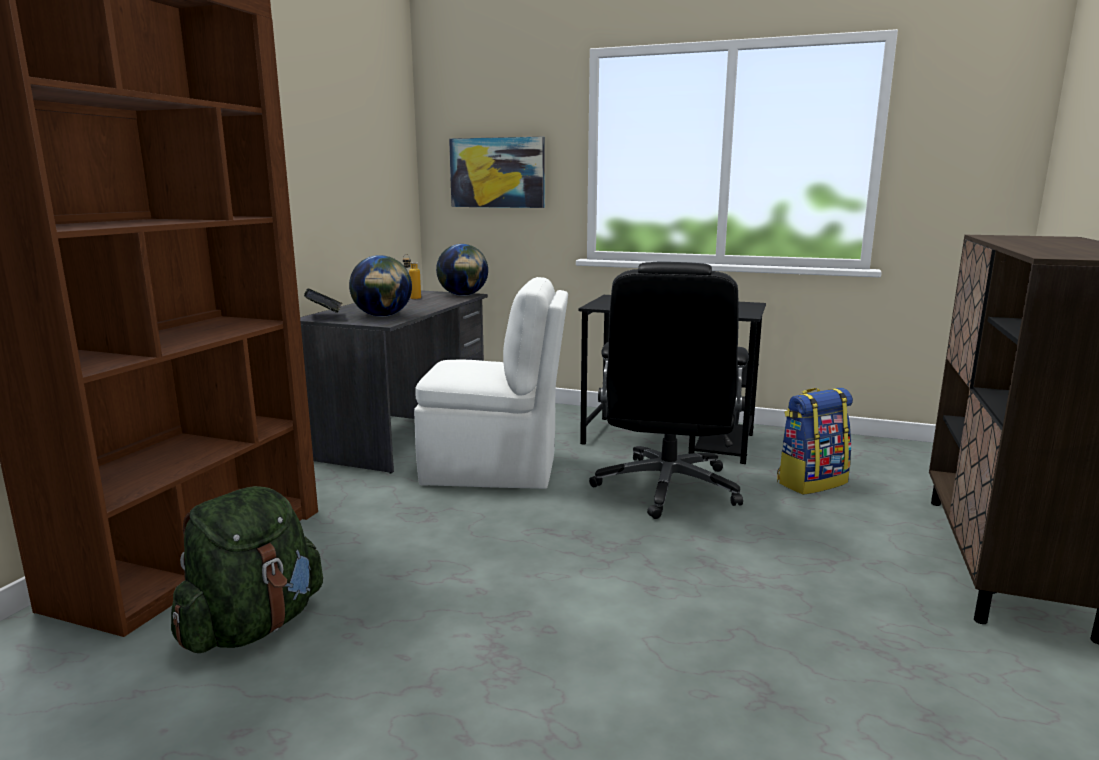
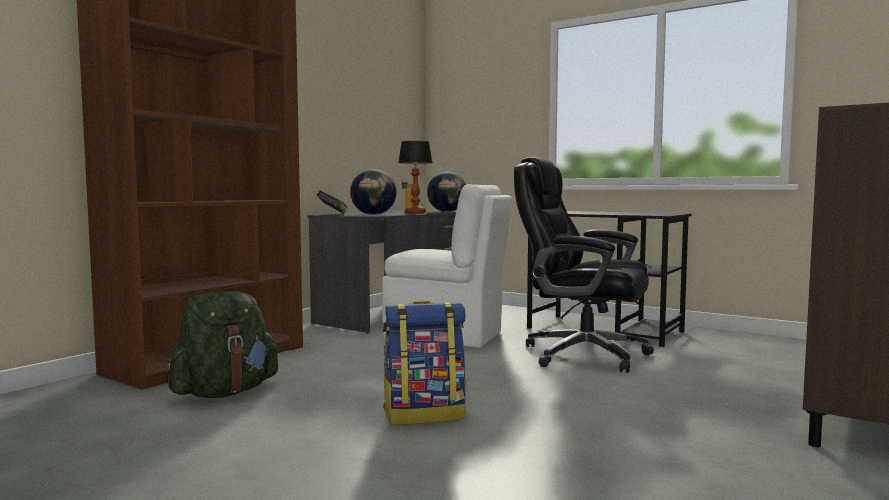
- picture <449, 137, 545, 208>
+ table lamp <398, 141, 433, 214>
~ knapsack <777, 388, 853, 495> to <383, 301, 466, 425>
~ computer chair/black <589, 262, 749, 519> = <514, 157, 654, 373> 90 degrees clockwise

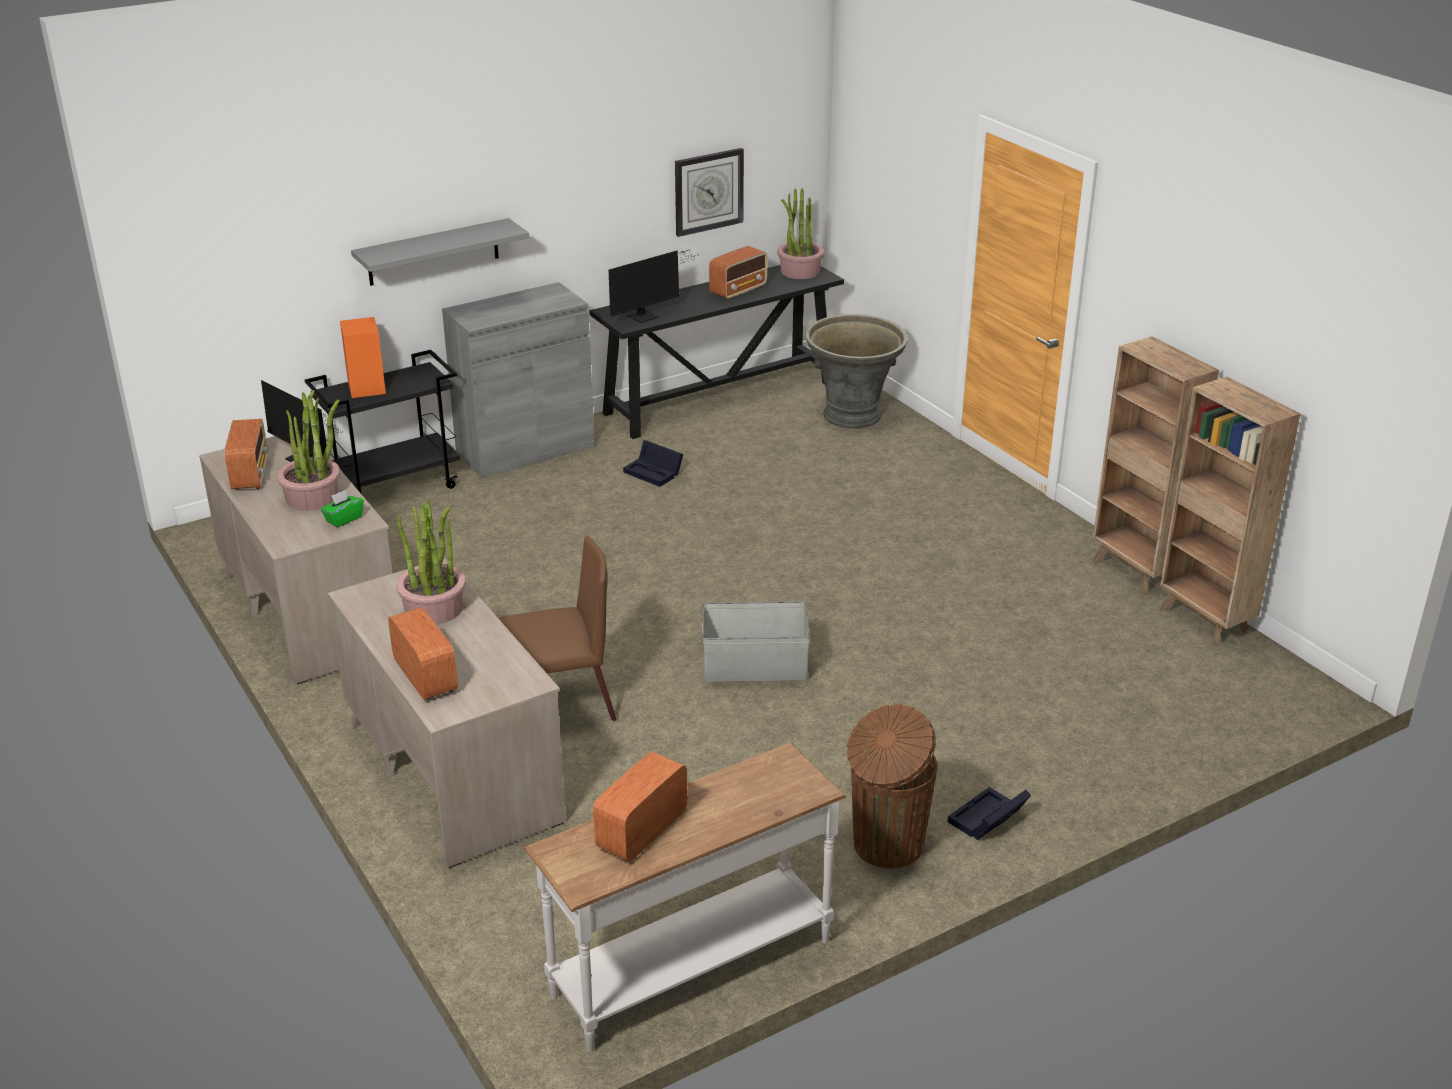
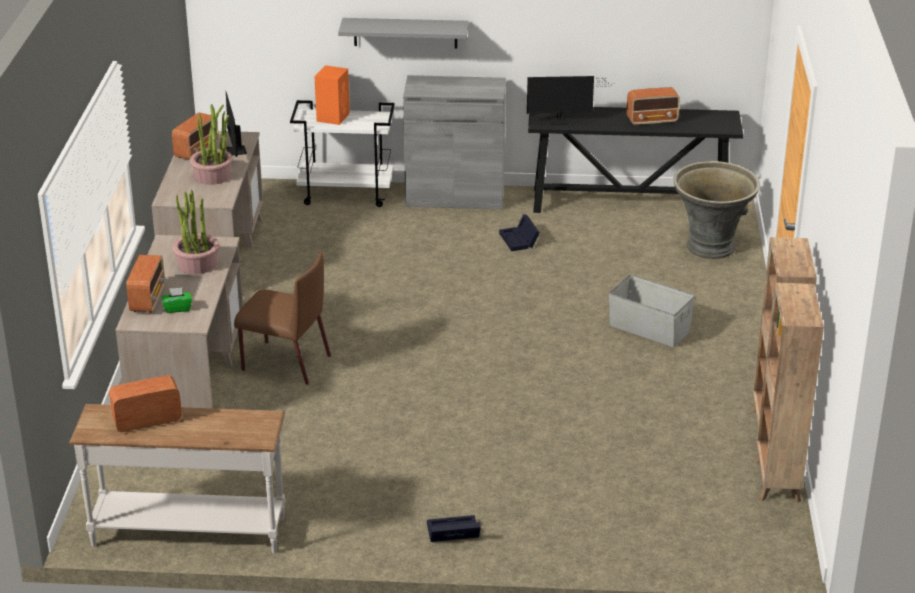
- hanging clock <675, 148, 744, 237>
- houseplant <777, 188, 825, 279>
- rubbish bin/brown <847, 704, 938, 869>
~ box of tissues/green-coloured <321, 490, 364, 527> to <162, 288, 192, 313>
~ storage bin/grey <702, 601, 810, 682> to <609, 274, 695, 347>
~ trolley/black <305, 350, 461, 493> to trolley/whitish <290, 100, 395, 207>

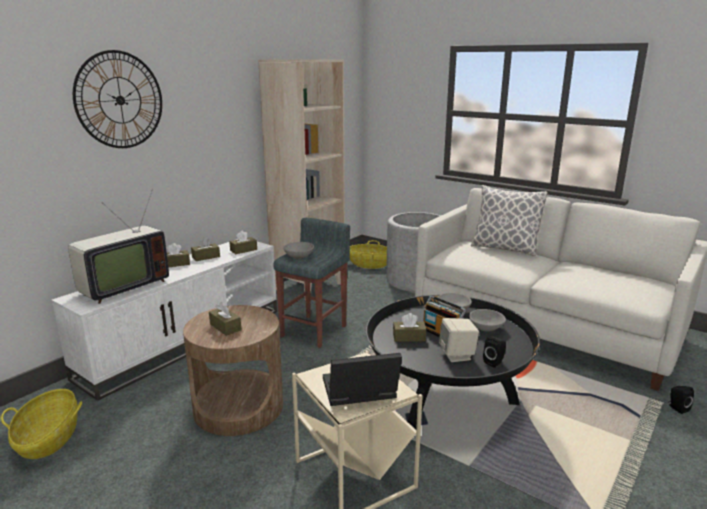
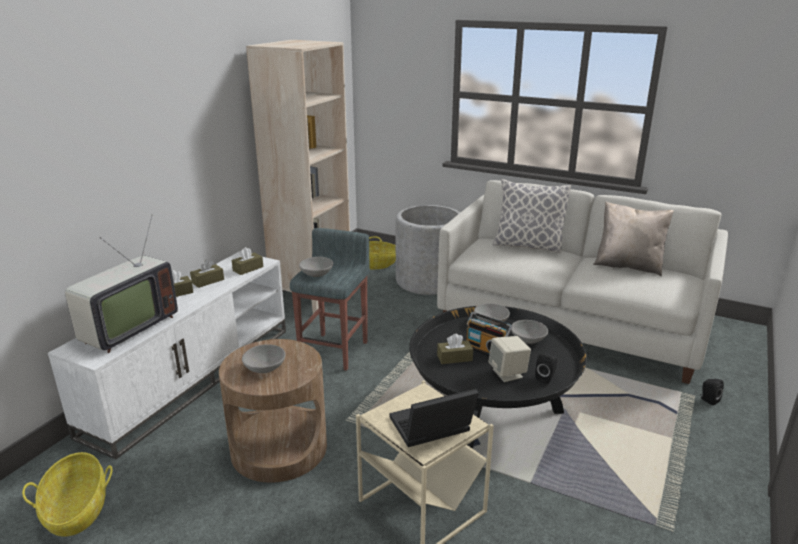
- hanging clock <73, 50, 162, 148>
+ throw pillow/beige-coloured <593, 202, 674, 276>
~ box of tissues/brown <209, 302, 242, 336> to bowl/grey <242, 344, 286, 373>

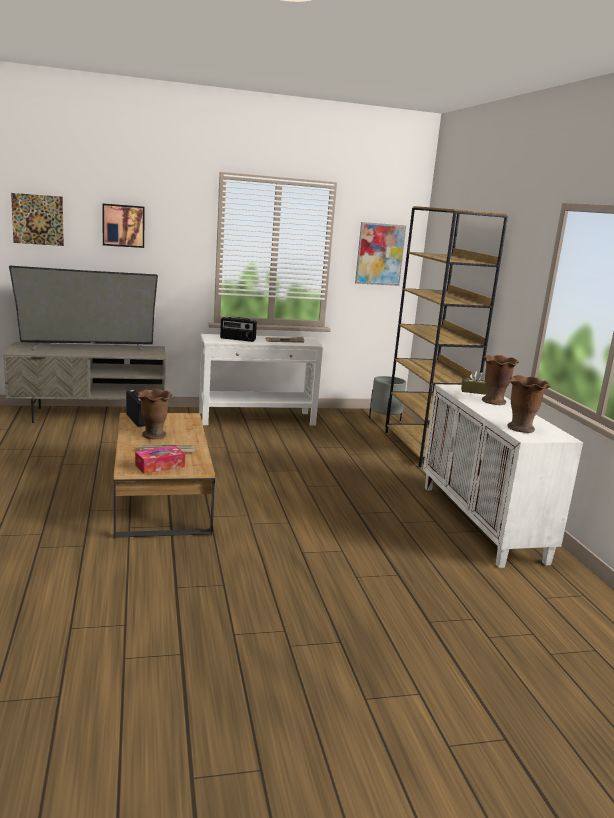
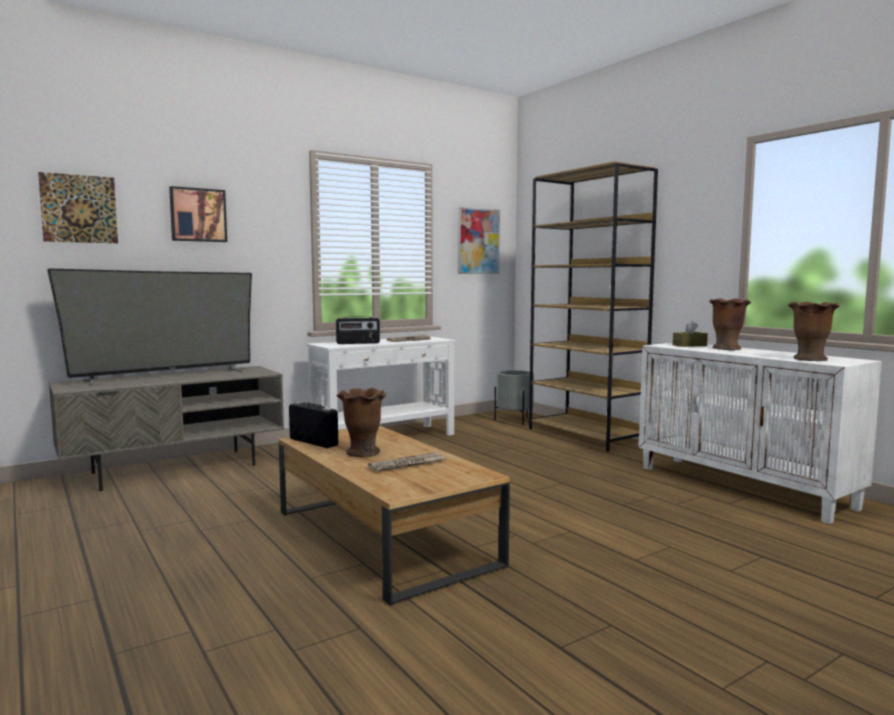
- box of tissues <135, 446, 185, 474>

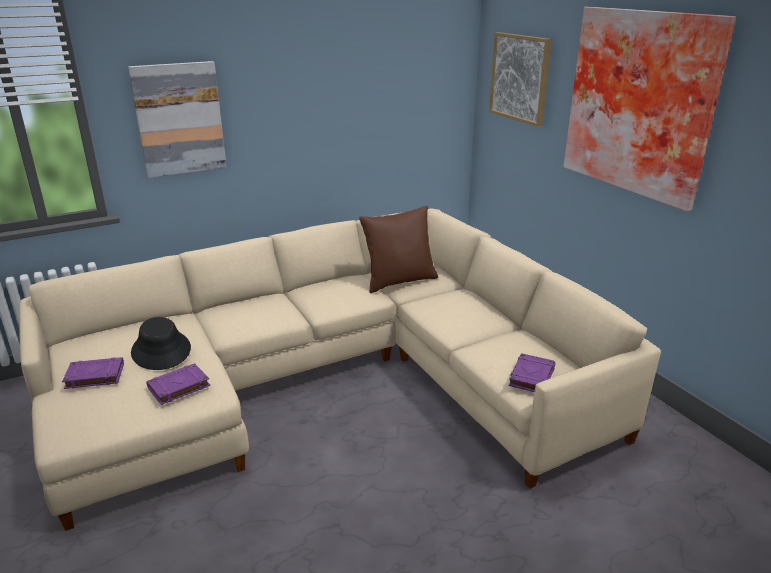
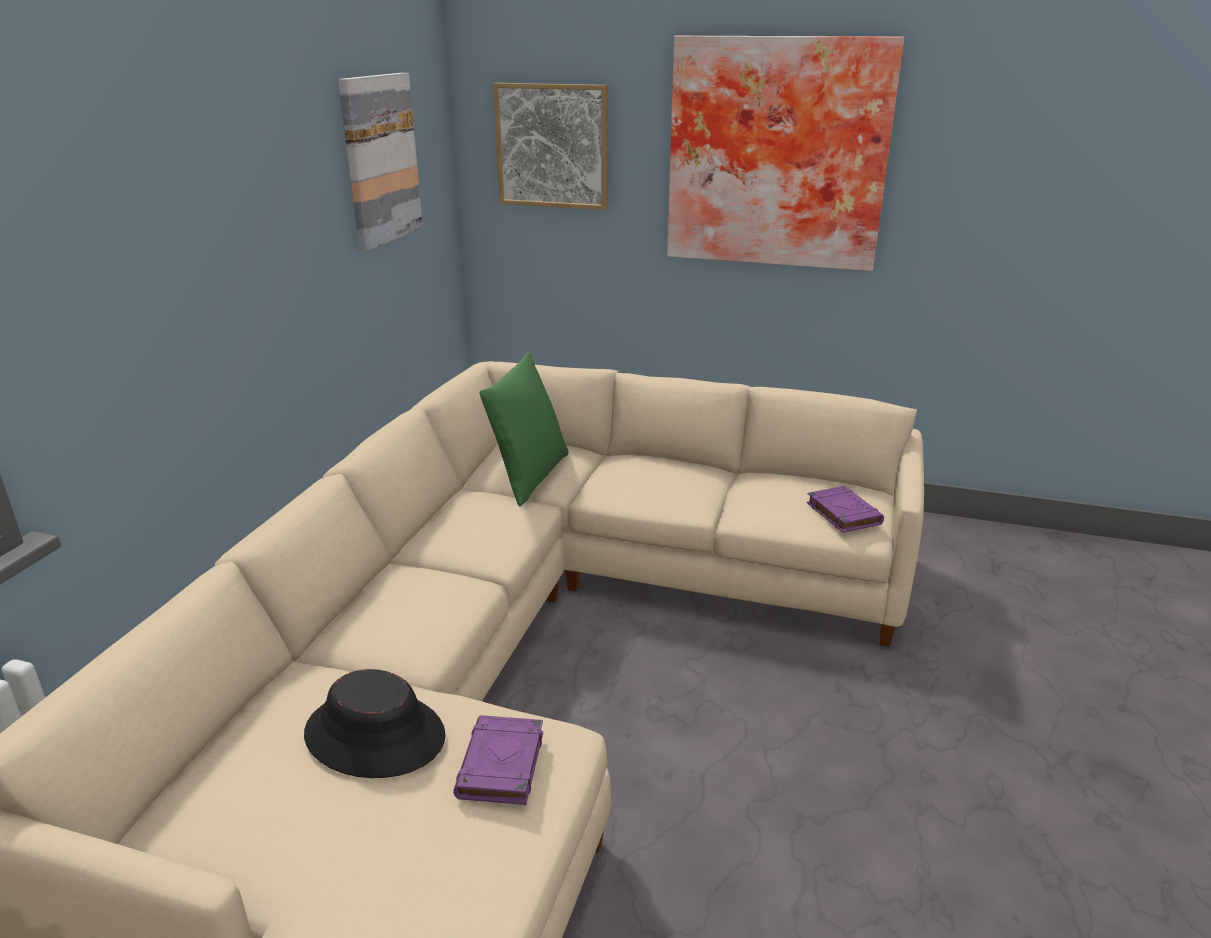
- volume/purple-coloured <62, 357, 124, 389>
~ picture <128, 61, 227, 178> to <338, 73, 423, 251>
~ throw pillow/brown <359, 206, 438, 293> to throw pillow/green-coloured <479, 352, 568, 506>

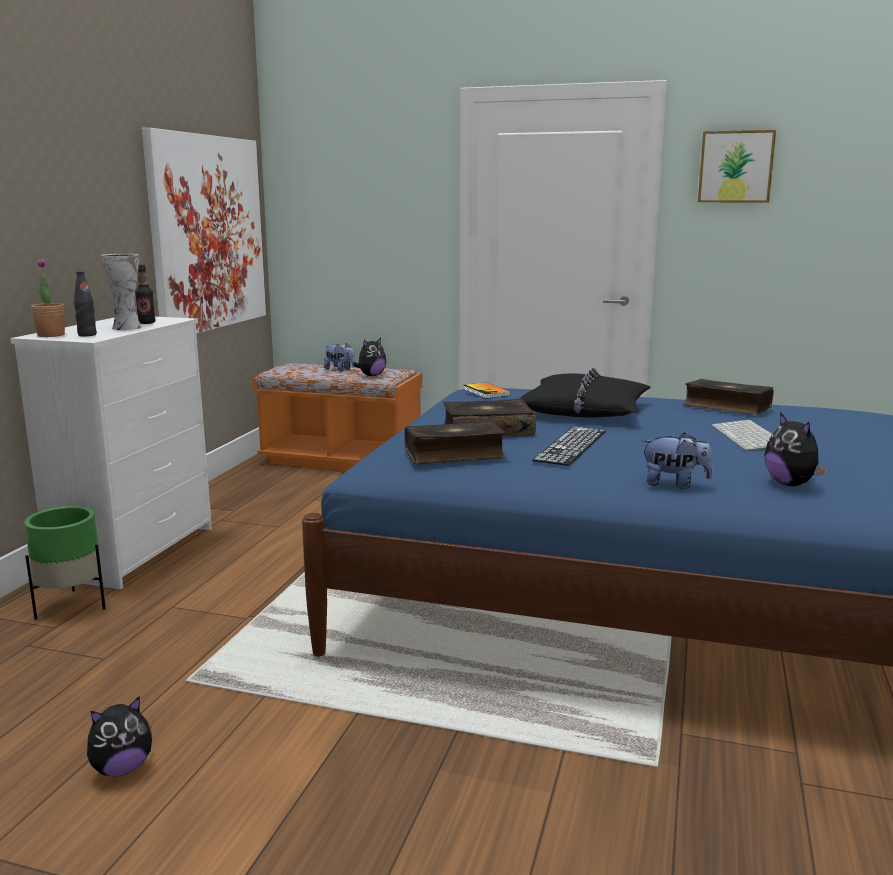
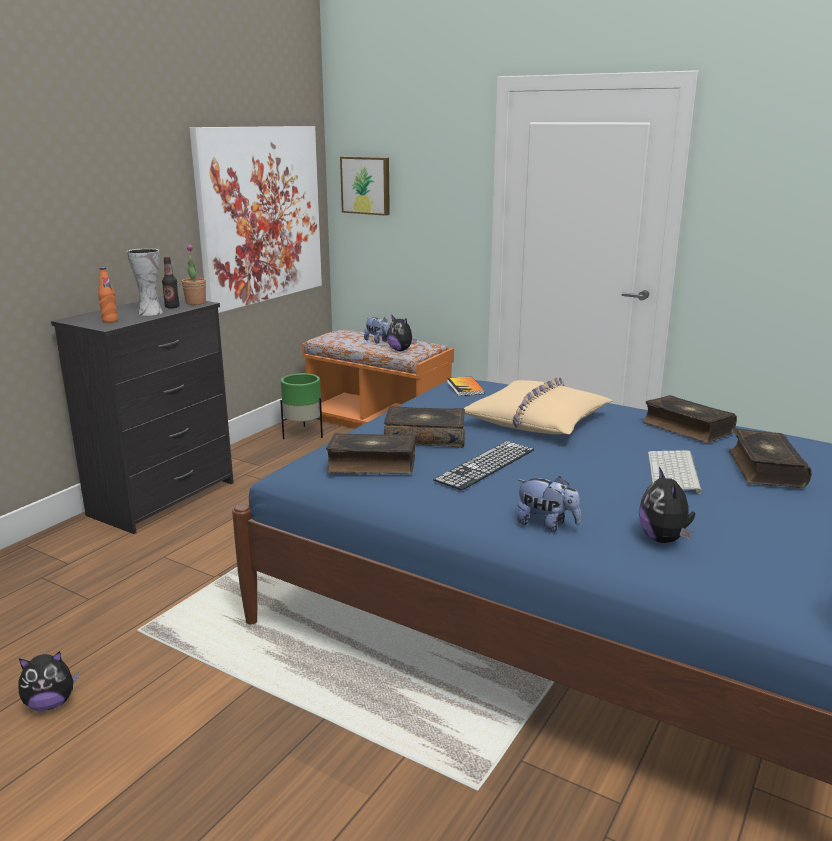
+ volume <729, 428, 812, 488>
~ plant pot/green-coloured <24, 506, 106, 620> to <280, 373, 323, 439>
~ houseplant <31, 259, 65, 337> to <182, 244, 206, 305>
~ picture <698, 130, 776, 202> to <340, 157, 390, 216>
~ drawer chest/whitish <10, 316, 212, 589> to drawer chest/black <51, 296, 234, 534>
~ drink bottle/black <74, 271, 97, 336> to drink bottle/orange <98, 267, 118, 323>
~ throw pillow/black <520, 368, 651, 417> to throw pillow/beige-coloured <464, 377, 612, 435>
~ soft toy <354, 337, 387, 376> = <387, 315, 417, 351> 75 degrees clockwise

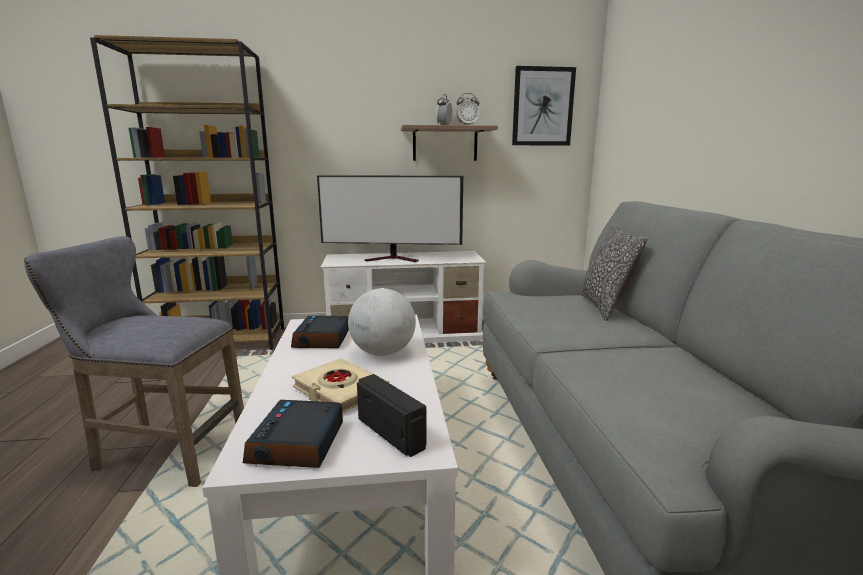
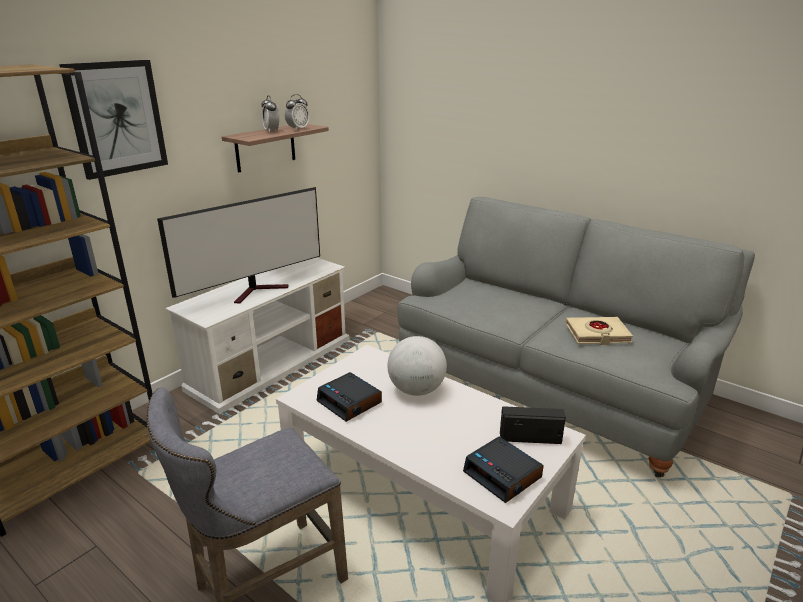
- throw pillow <580, 225, 647, 321>
~ volume/beige-coloured <292, 358, 389, 413> to <565, 317, 633, 345>
~ picture <512, 66, 576, 146> to <59, 60, 168, 180>

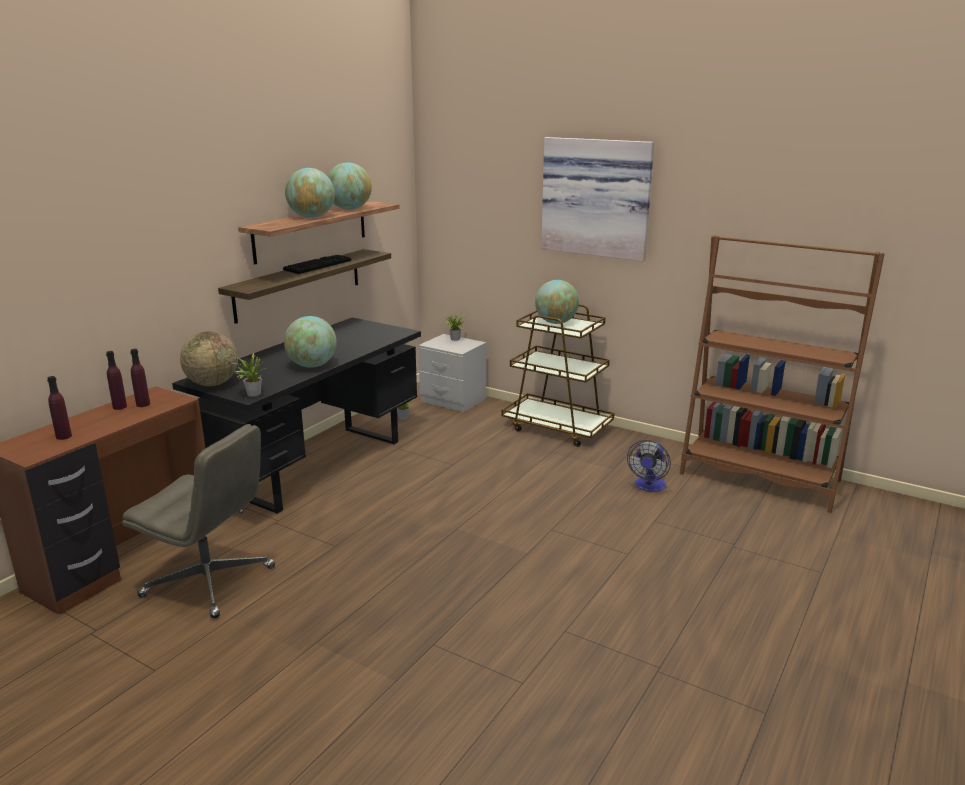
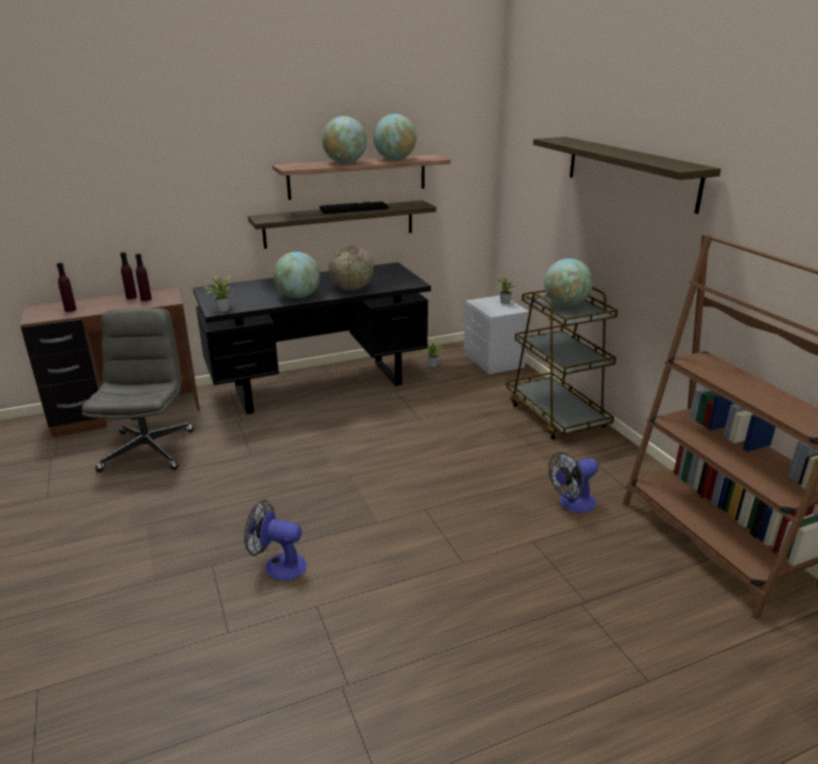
+ electric fan <244, 500, 307, 581>
~ globe <180, 331, 238, 386> to <329, 245, 373, 291>
~ picture <541, 137, 654, 261> to shelf <533, 137, 721, 214>
~ computer chair/grey <122, 424, 275, 619> = <82, 308, 194, 472> 150 degrees counterclockwise

